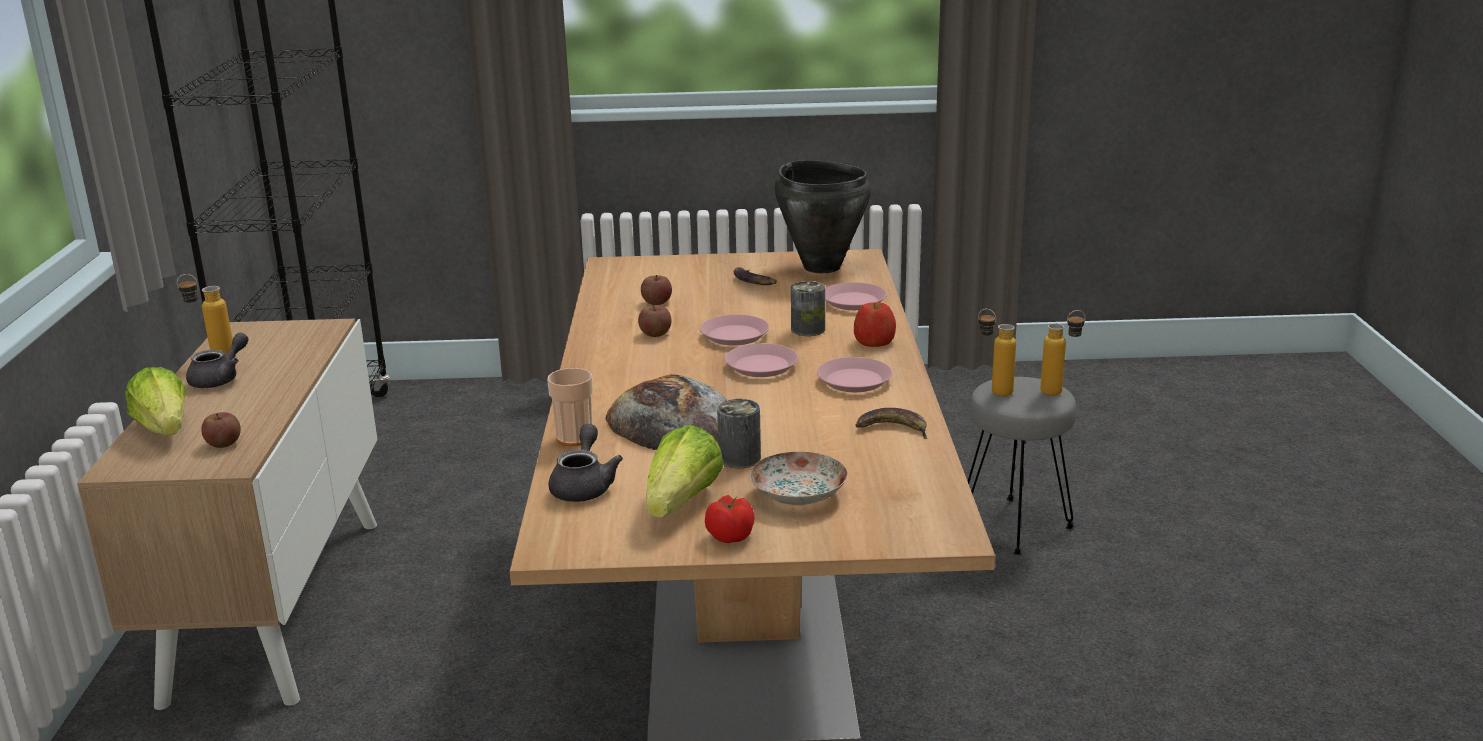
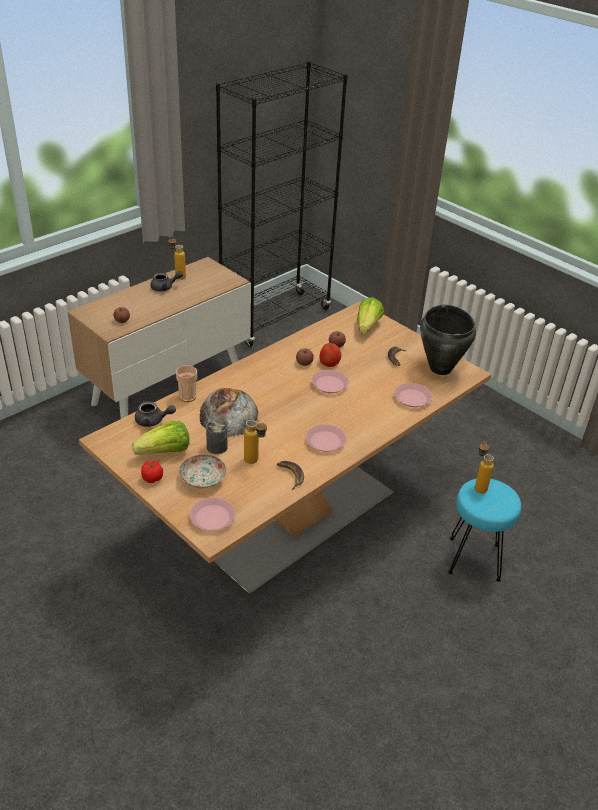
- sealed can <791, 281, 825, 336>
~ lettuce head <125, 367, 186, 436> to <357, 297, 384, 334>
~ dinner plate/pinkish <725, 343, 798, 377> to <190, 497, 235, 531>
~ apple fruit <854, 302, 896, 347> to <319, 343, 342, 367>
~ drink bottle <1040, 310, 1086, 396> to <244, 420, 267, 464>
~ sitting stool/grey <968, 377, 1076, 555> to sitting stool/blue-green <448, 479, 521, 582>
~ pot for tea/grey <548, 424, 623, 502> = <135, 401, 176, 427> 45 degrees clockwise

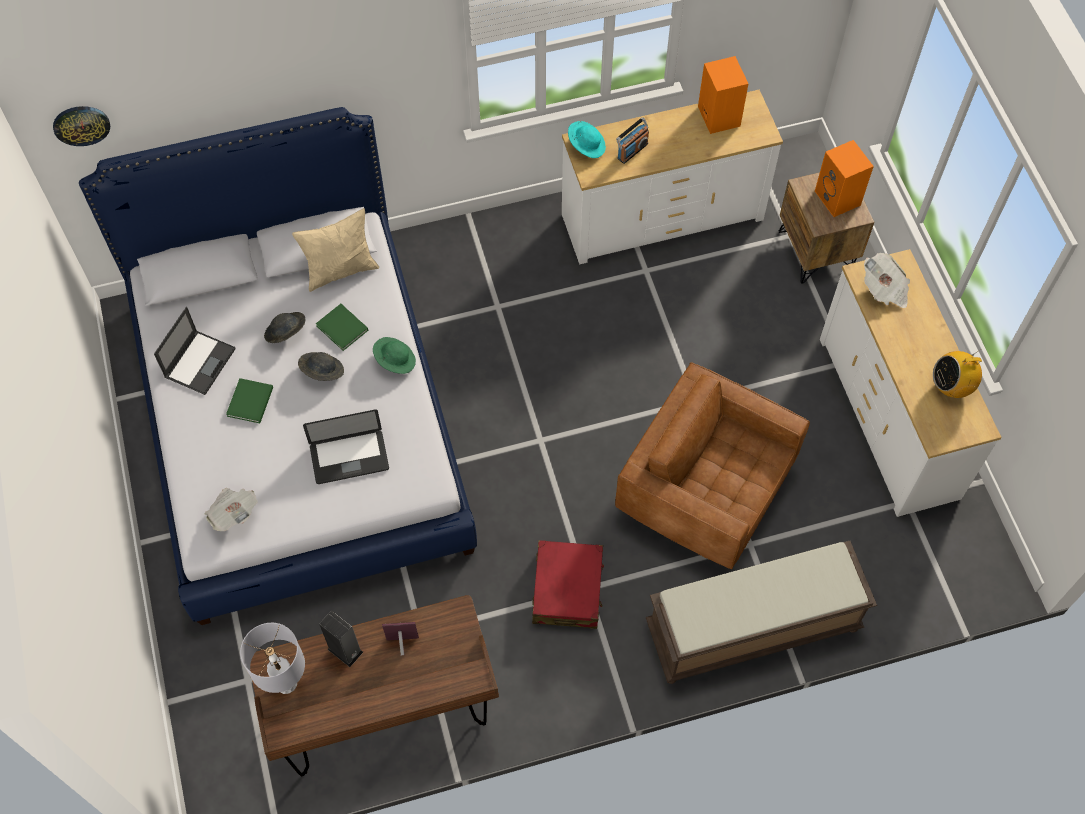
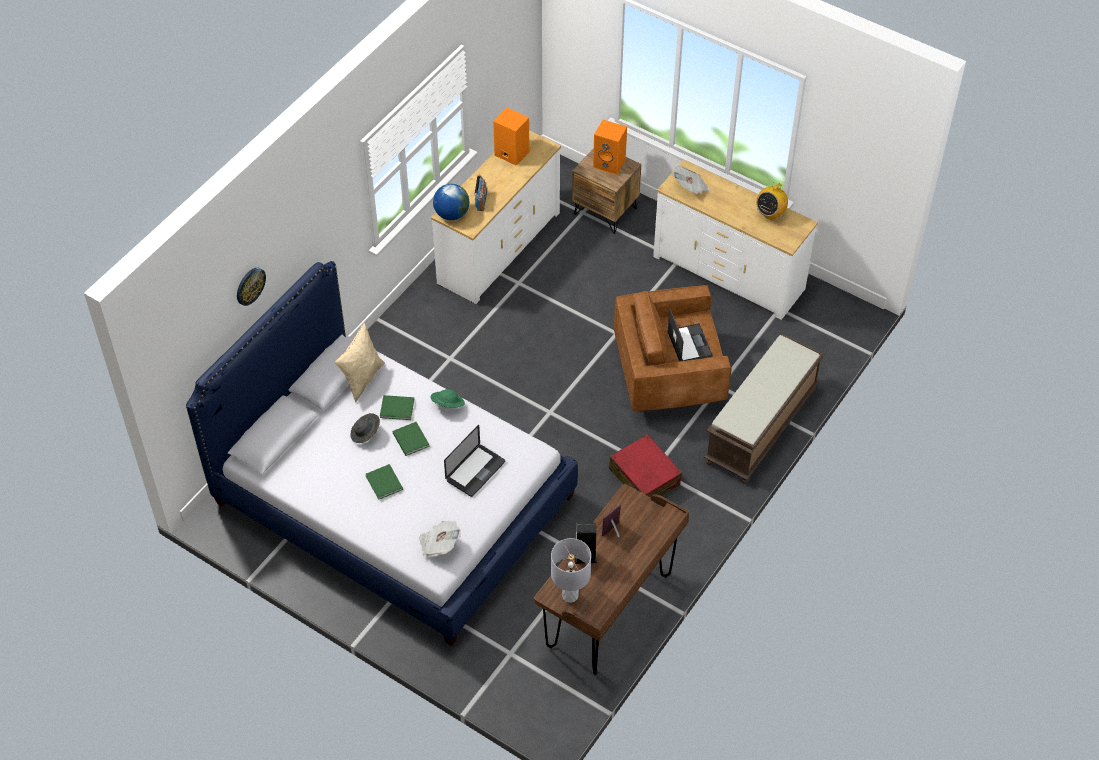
~ hanging clock <53, 106, 110, 146> to <237, 268, 266, 306>
~ portable computer <154, 307, 236, 395> to <667, 309, 713, 362>
~ hat/grey <298, 352, 344, 381> to volume/green-coloured <393, 422, 429, 456>
~ hat/blue-green <568, 121, 606, 158> to globe <433, 184, 469, 220>

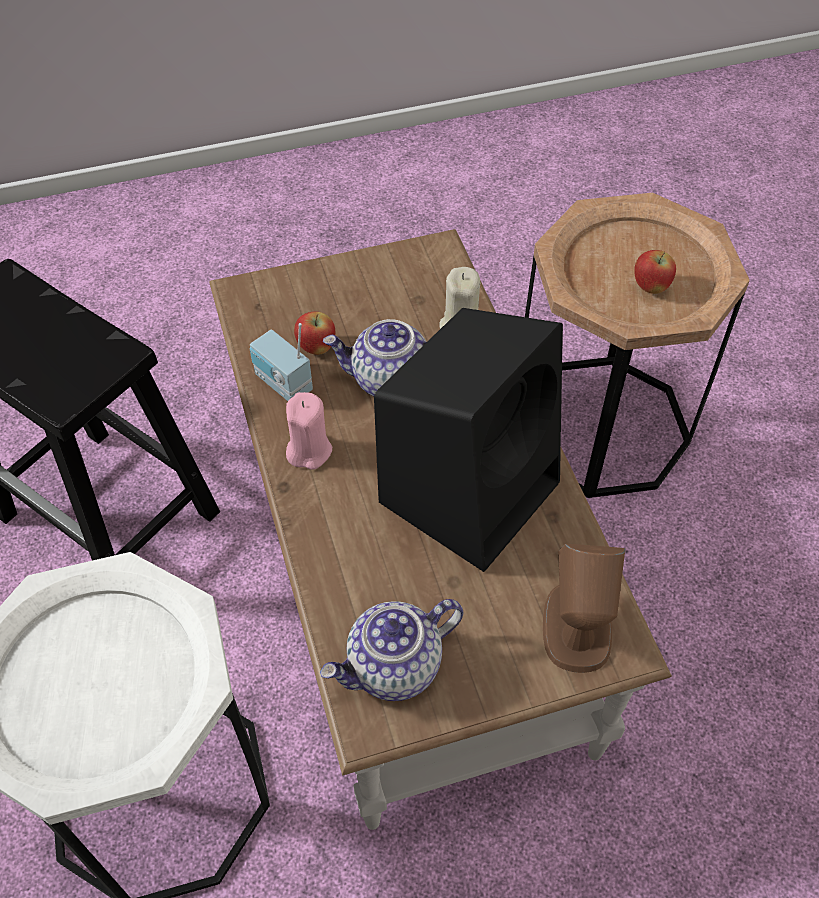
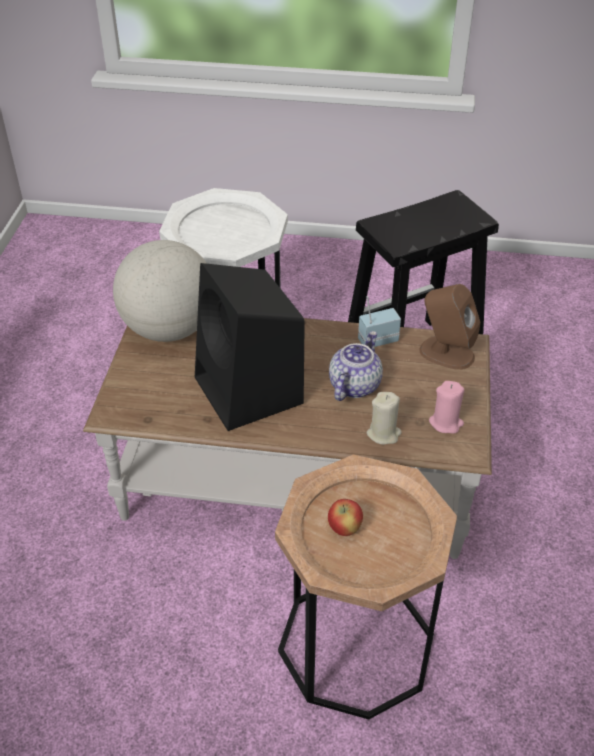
- apple fruit <294, 311, 335, 355>
~ wax light/pinkish <286, 392, 332, 470> to <429, 381, 464, 434>
~ loudspeaker/brown <543, 544, 626, 673> to <419, 284, 480, 370>
~ pot for tea <320, 599, 463, 701> to globe <113, 240, 207, 342>

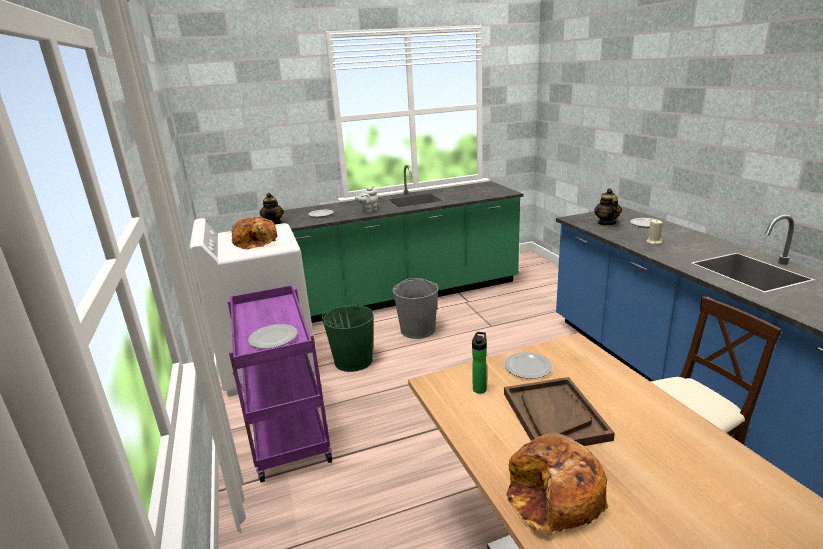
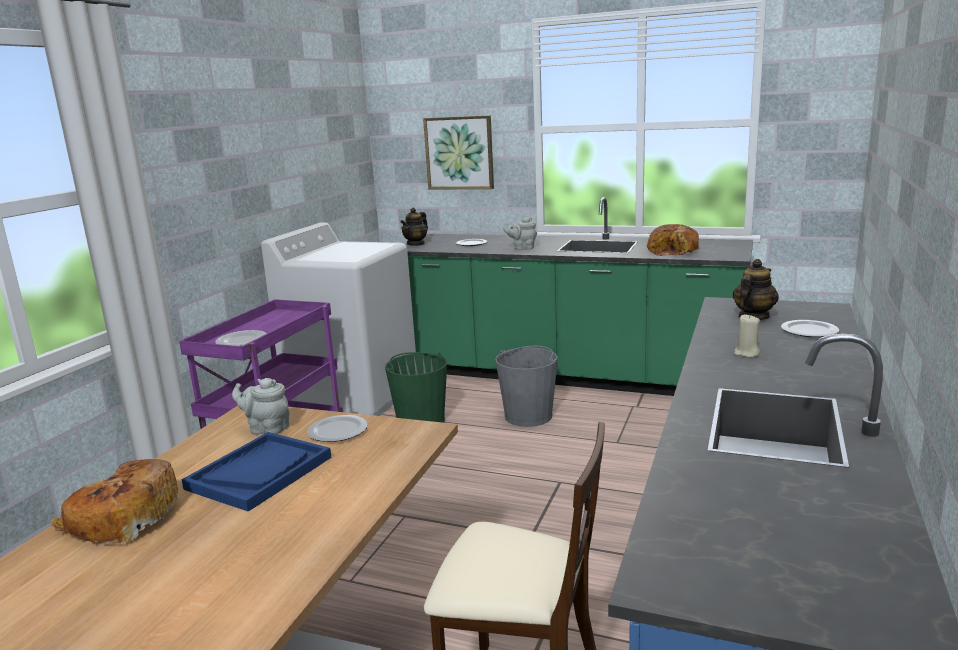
+ picture <423, 115, 494, 190>
~ bread <232, 217, 278, 249> to <647, 224, 699, 256>
~ drink bottle <472, 332, 487, 394> to pot for tea/grey <232, 378, 290, 435>
~ serving tray/brown <504, 377, 615, 446> to serving tray/bluish <182, 432, 332, 512>

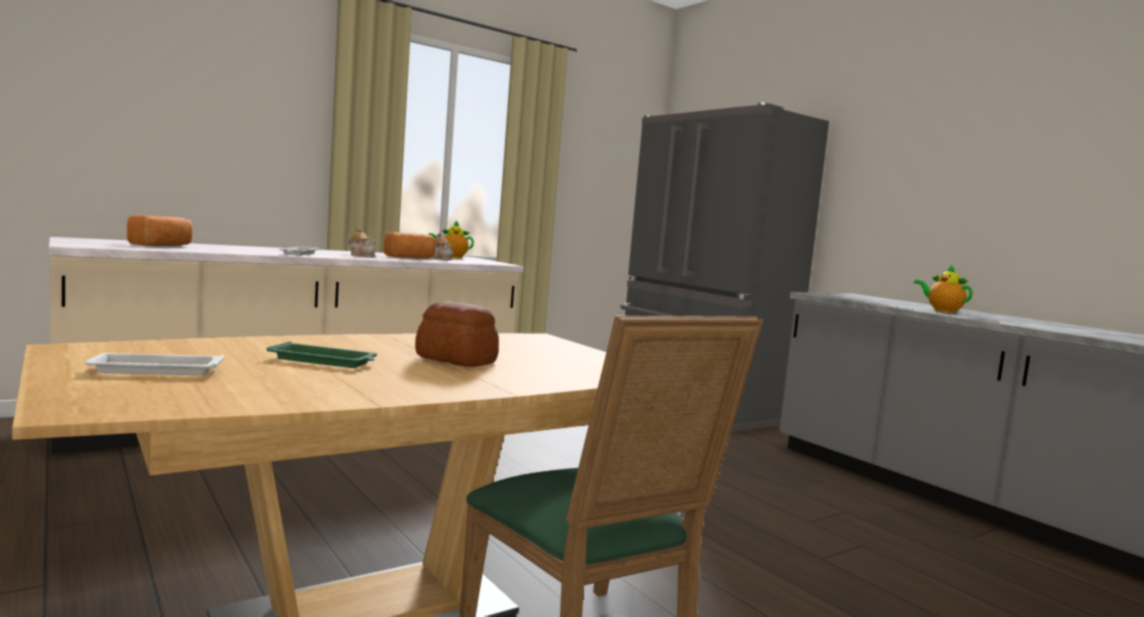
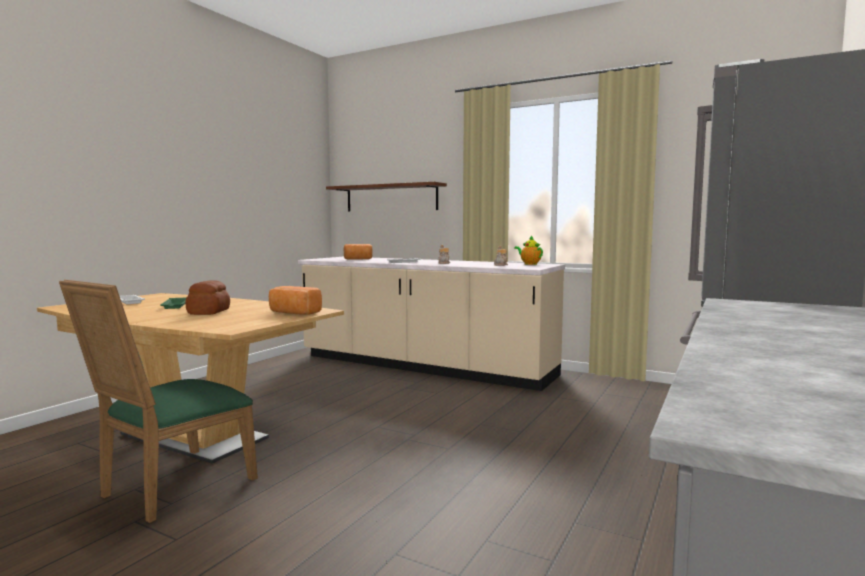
- pot for tea <914, 264, 973, 313>
+ shelf/brown <326, 182, 447, 212>
~ bread <384, 232, 435, 259> to <269, 286, 322, 315>

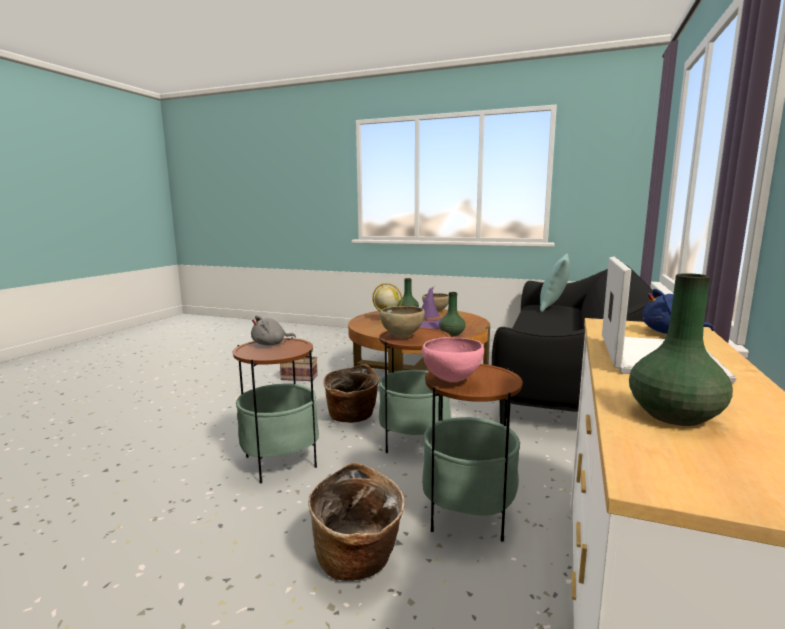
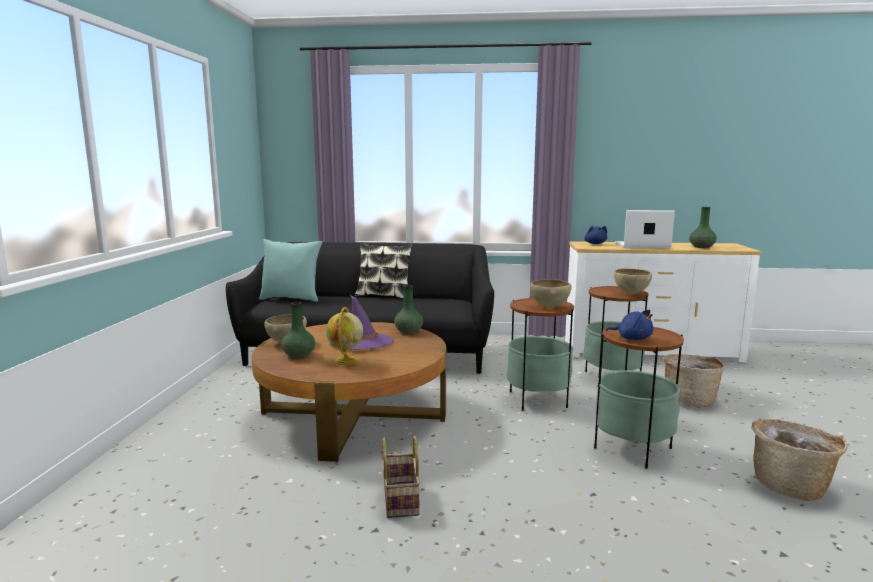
+ throw pillow <355, 242, 413, 299>
~ basket <323, 364, 379, 423> to <751, 419, 848, 501>
~ soft toy/grey <251, 315, 296, 345> to soft toy/bluish <606, 310, 654, 340>
~ bowl/pinkish <422, 337, 484, 382> to bowl/brown <614, 268, 652, 294>

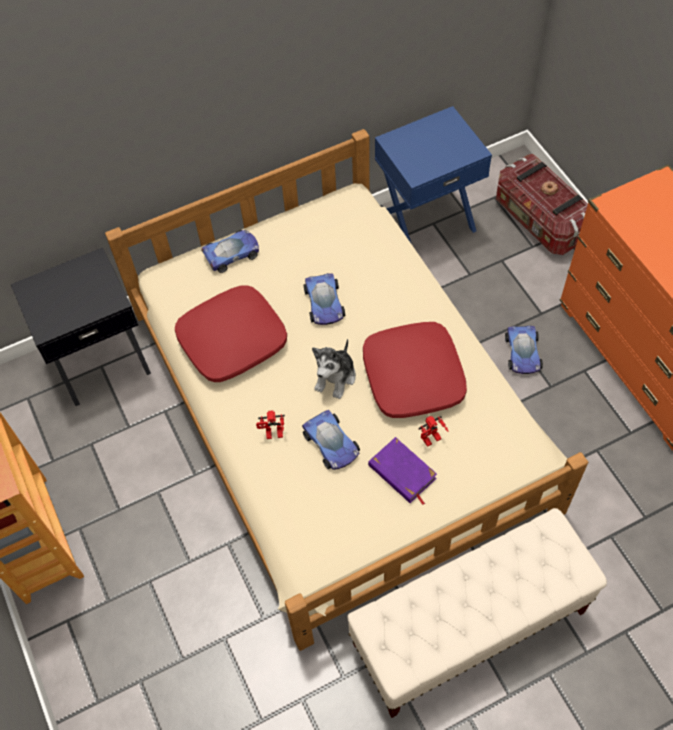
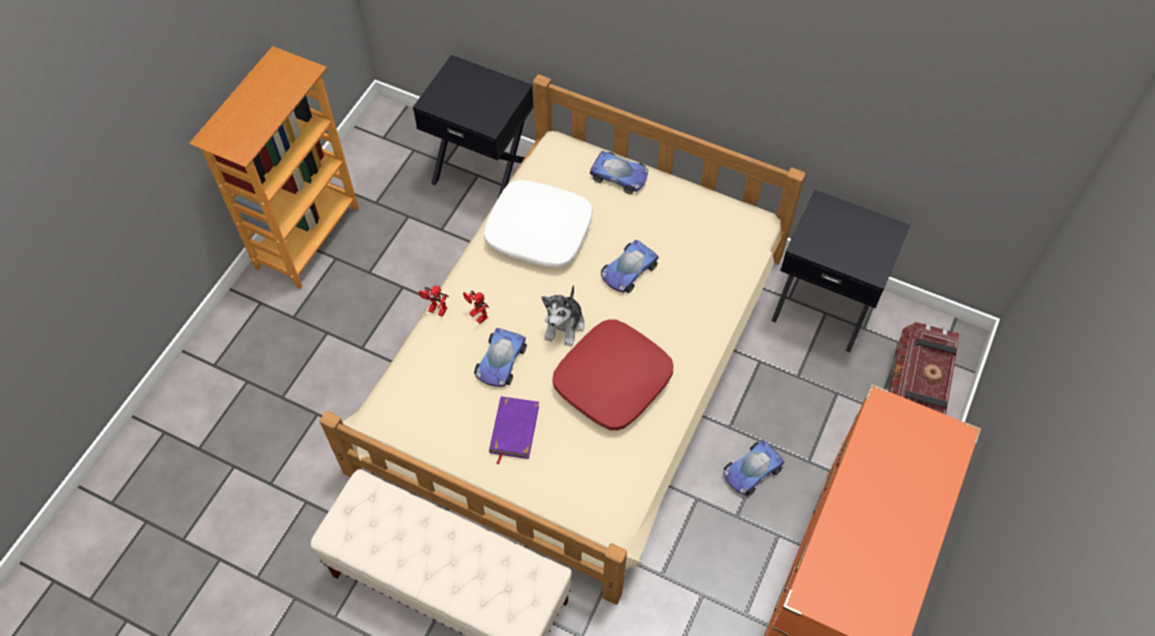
~ robot figure <418, 416, 449, 447> to <419, 285, 449, 317>
~ throw pillow/reddish <175, 285, 287, 382> to throw pillow/whitish <484, 180, 593, 268>
~ night table/bluish <375, 106, 492, 243> to night table/black <772, 190, 910, 352>
~ soft toy <312, 339, 356, 399> = <542, 285, 585, 347> 60 degrees counterclockwise

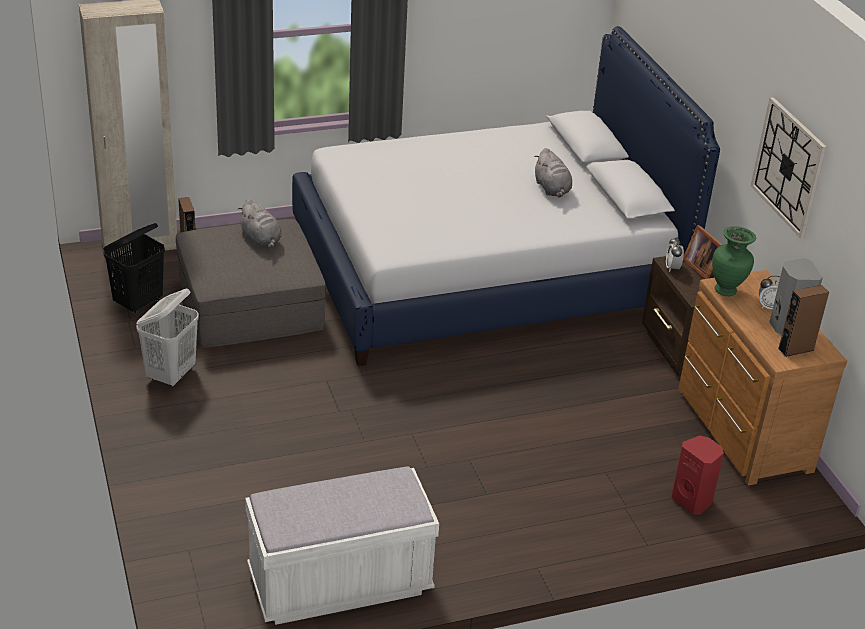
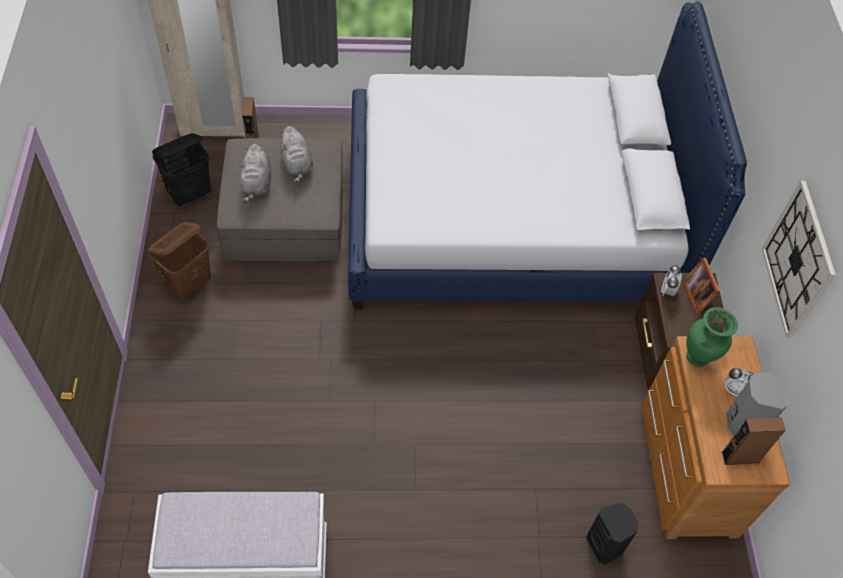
~ soft toy/grey <534, 148, 572, 197> to <239, 144, 271, 203>
~ hamper/whitish <136, 289, 199, 387> to hamper/brown <148, 222, 211, 300>
~ loudspeaker/reddish <672, 436, 724, 515> to loudspeaker/black <586, 503, 638, 565>

